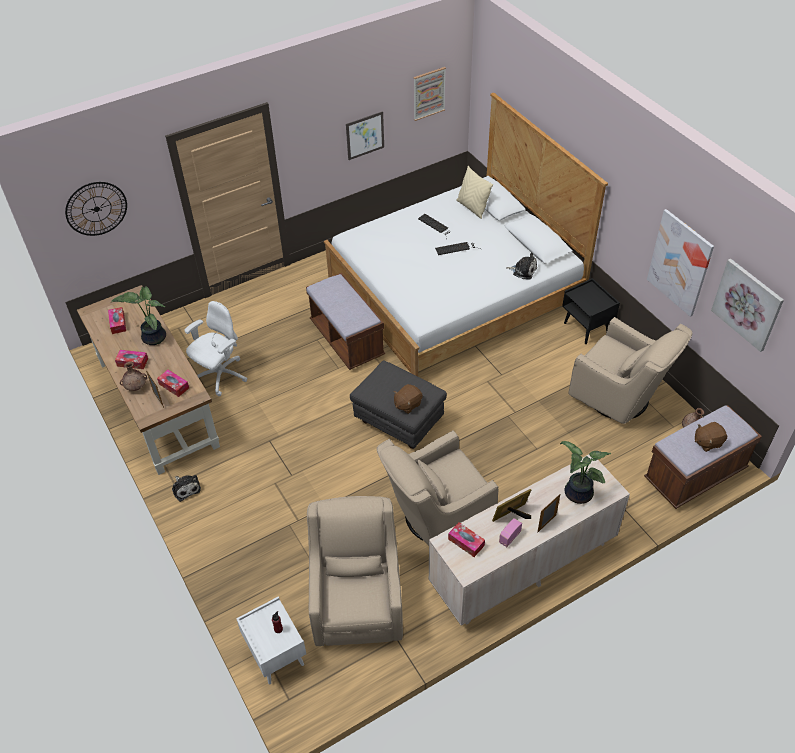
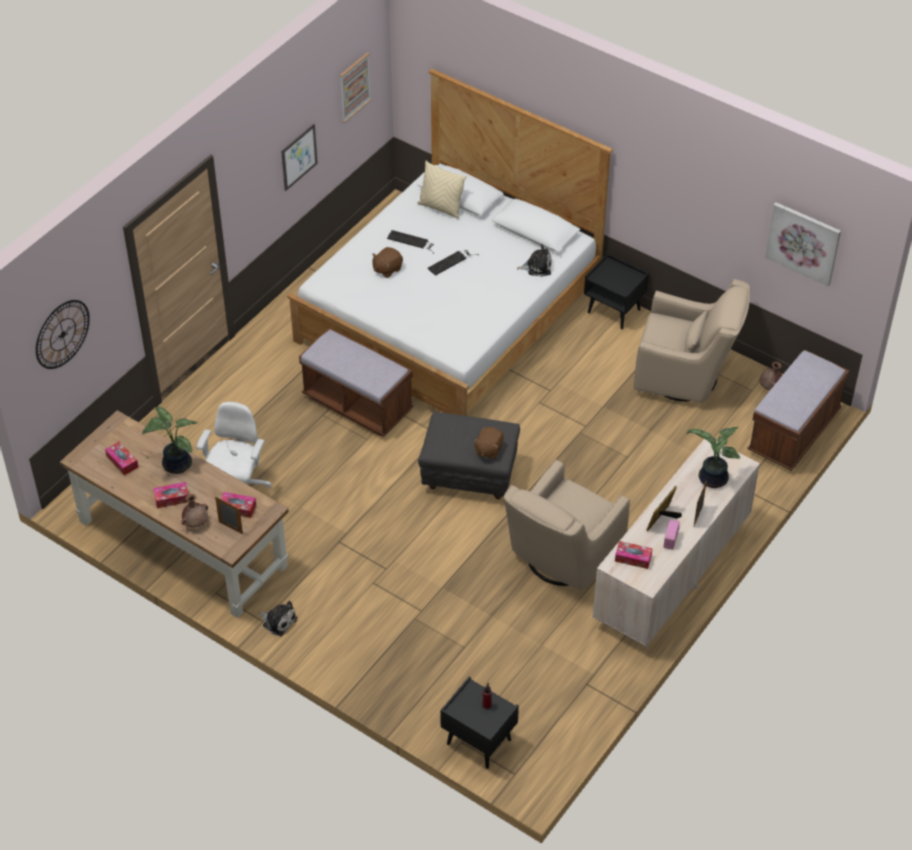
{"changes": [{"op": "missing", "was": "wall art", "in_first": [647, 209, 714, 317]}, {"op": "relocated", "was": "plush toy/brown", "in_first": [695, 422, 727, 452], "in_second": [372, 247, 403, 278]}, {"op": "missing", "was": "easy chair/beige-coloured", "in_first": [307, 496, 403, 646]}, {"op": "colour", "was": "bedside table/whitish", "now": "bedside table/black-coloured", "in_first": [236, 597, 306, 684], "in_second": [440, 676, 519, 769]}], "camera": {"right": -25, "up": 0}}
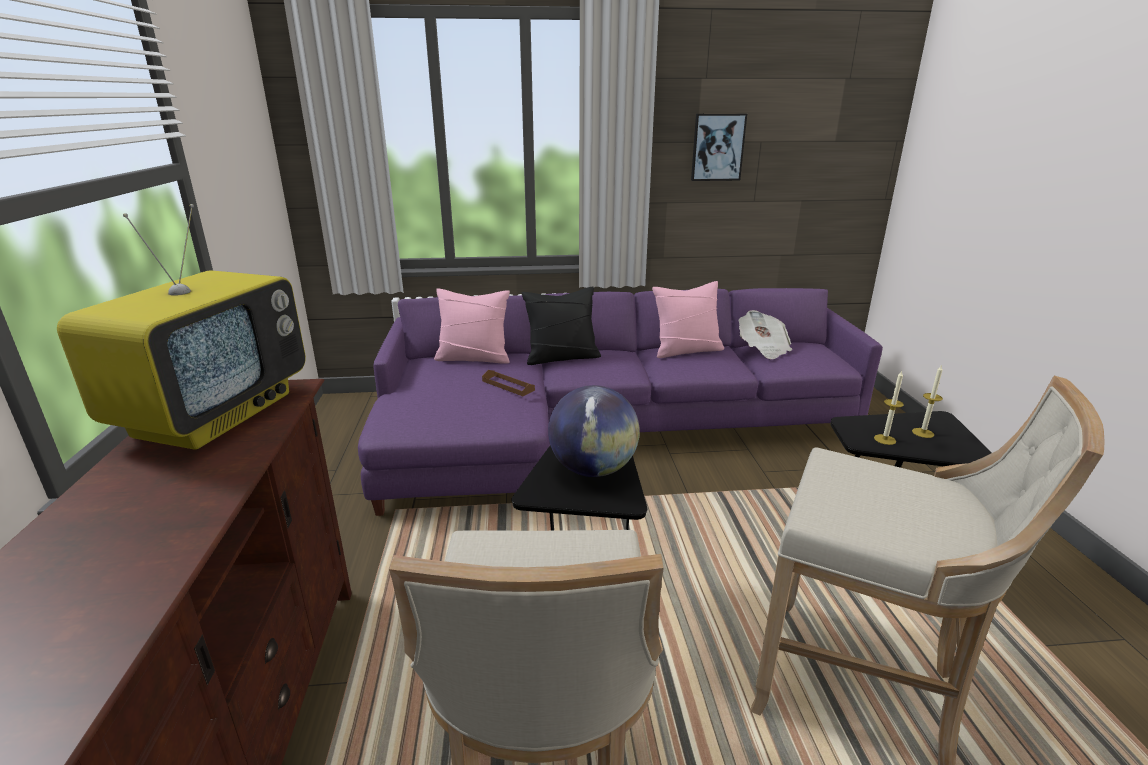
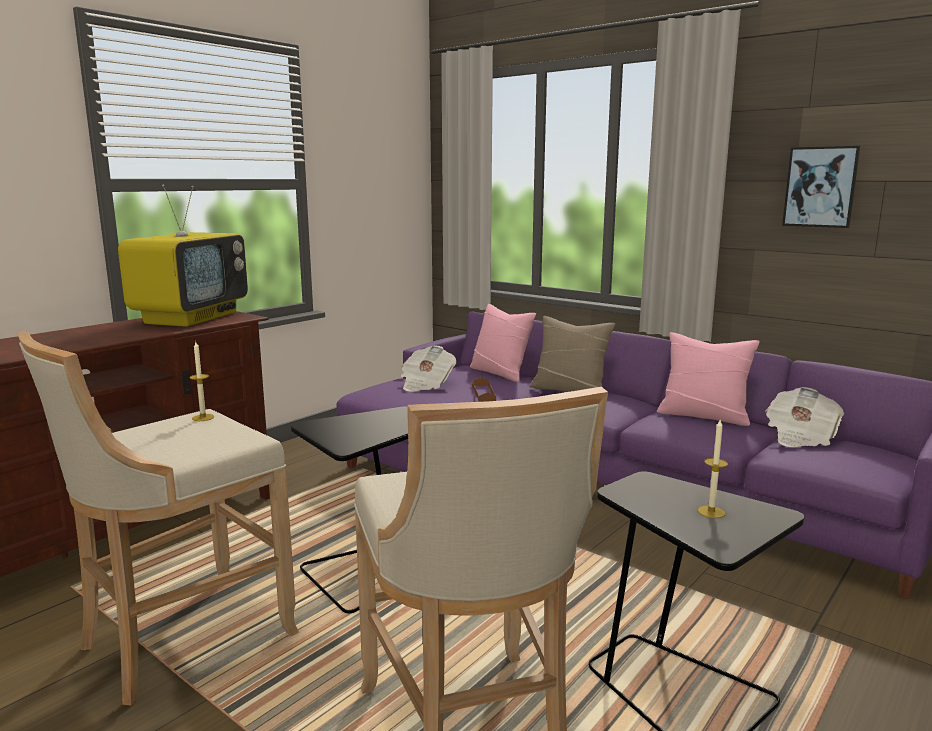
{"changes": [{"op": "spun", "was": "TV set", "in_first": [57, 204, 306, 450], "in_second": [118, 184, 248, 327], "clockwise": -45}, {"op": "colour", "was": "cushion/black-coloured", "now": "cushion/beige-coloured", "in_first": [522, 287, 601, 365], "in_second": [530, 316, 615, 392]}, {"op": "relocated", "was": "wax light", "in_first": [874, 371, 904, 445], "in_second": [190, 342, 214, 421]}, {"op": "missing", "was": "globe", "in_first": [548, 385, 640, 477]}, {"op": "appeared", "now": "daily paper", "in_second": [401, 346, 457, 392]}], "camera": {"right": 45, "up": -10}}
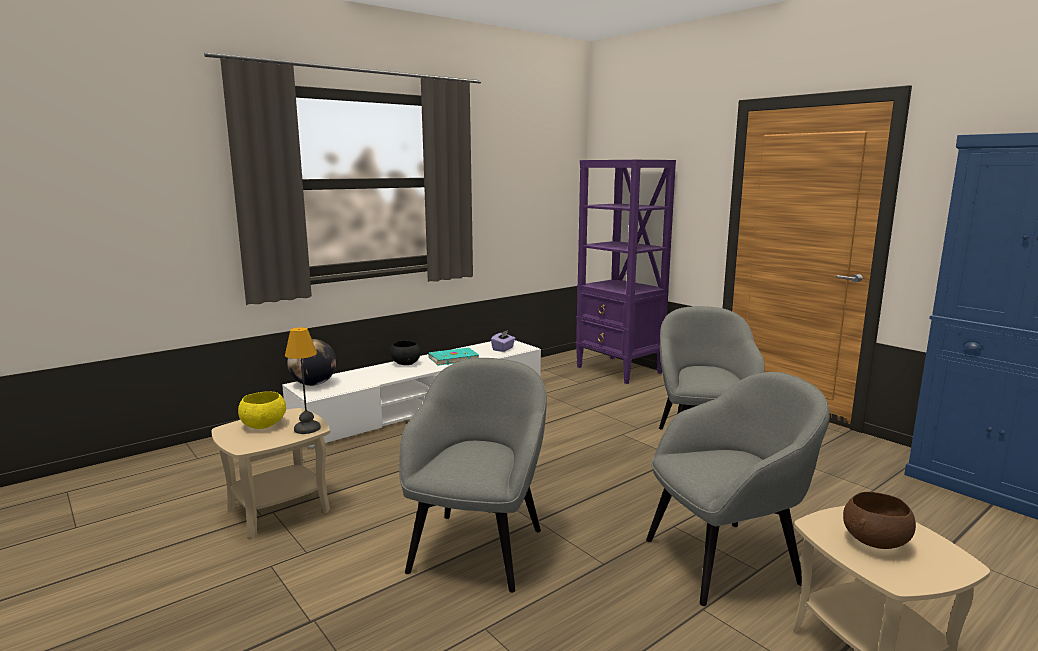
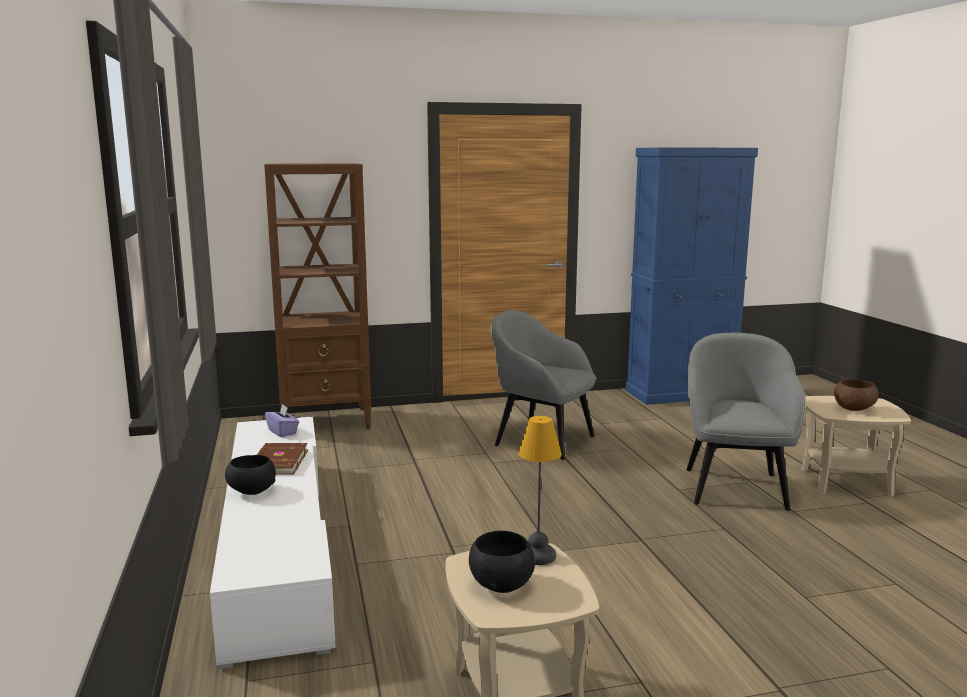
{"changes": [{"op": "colour", "was": "bookshelf/purple-coloured", "now": "bookshelf/brown", "in_first": [576, 160, 676, 384], "in_second": [264, 163, 371, 429]}, {"op": "missing", "was": "globe", "in_first": [287, 339, 336, 386]}, {"op": "colour", "was": "book/turquoise", "now": "book/brown", "in_first": [428, 348, 479, 366], "in_second": [257, 443, 308, 475]}, {"op": "missing", "was": "easy chair/gray", "in_first": [399, 358, 547, 593]}, {"op": "colour", "was": "serving bowl/yellow-coloured", "now": "serving bowl/black-coloured", "in_first": [238, 391, 286, 429], "in_second": [469, 531, 535, 593]}], "camera": {"right": -65, "up": 0}}
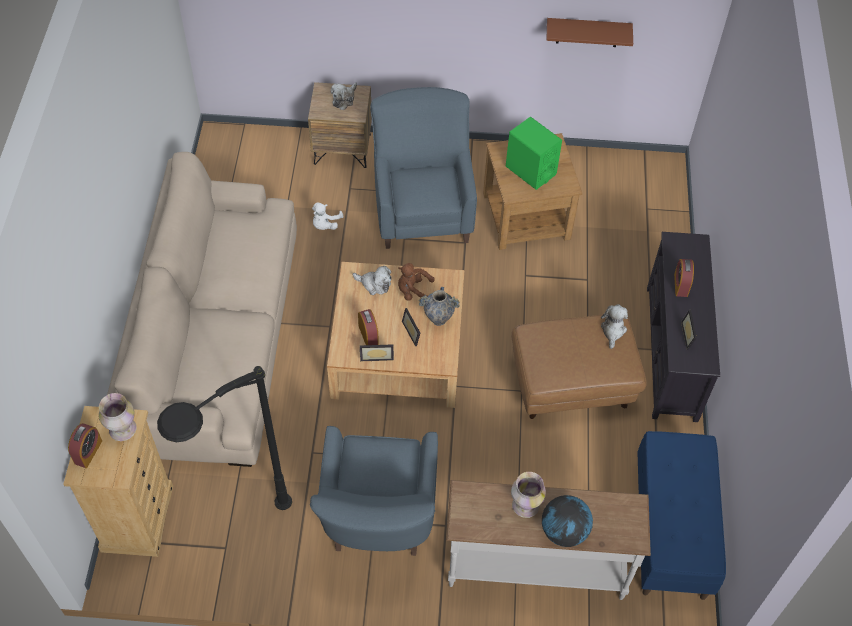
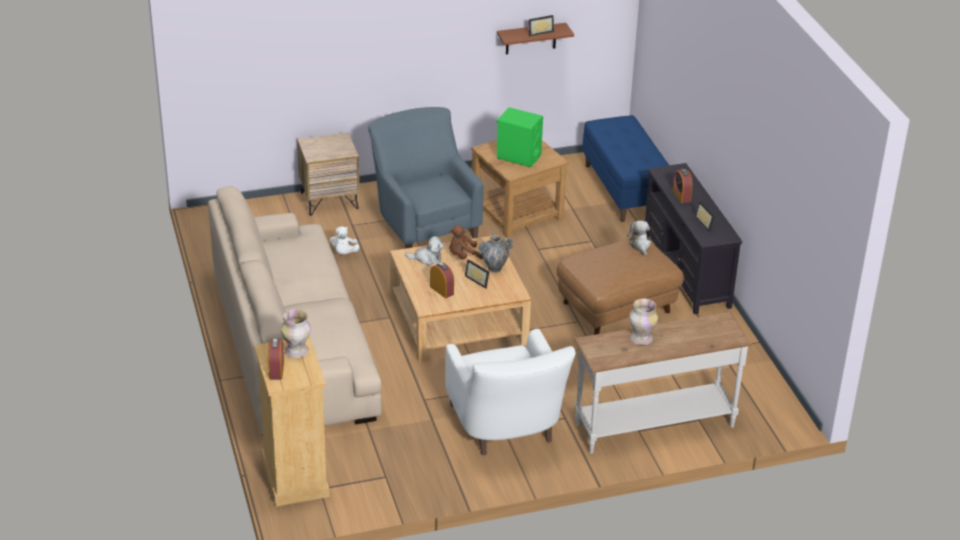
{"changes": [{"op": "missing", "was": "plush toy", "in_first": [331, 83, 357, 110]}, {"op": "relocated", "was": "photo frame", "in_first": [360, 344, 394, 361], "in_second": [529, 15, 554, 36]}, {"op": "missing", "was": "standard lamp/black-coloured", "in_first": [157, 366, 292, 510]}, {"op": "colour", "was": "easy chair/blue", "now": "easy chair/whitish", "in_first": [310, 426, 438, 556], "in_second": [445, 329, 576, 456]}, {"op": "relocated", "was": "long seat/blue", "in_first": [637, 431, 726, 600], "in_second": [582, 115, 669, 222]}, {"op": "missing", "was": "globe", "in_first": [542, 495, 593, 547]}], "camera": {"right": -20, "up": -20}}
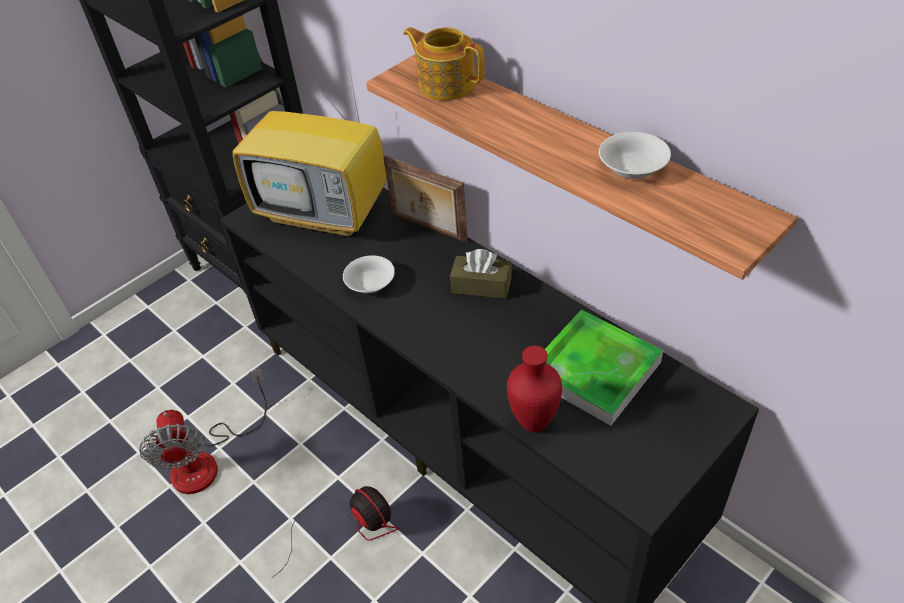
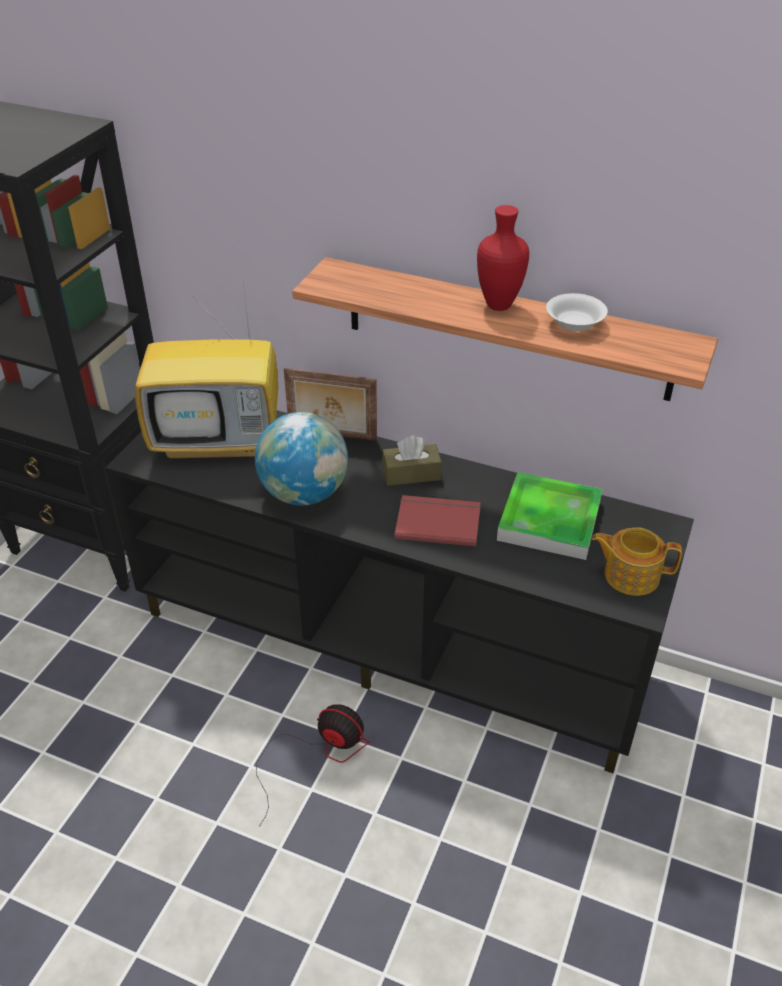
{"changes": [{"op": "relocated", "was": "tea pot", "in_first": [403, 27, 485, 101], "in_second": [592, 527, 682, 596]}, {"op": "exchanged", "was": "serving bowl/whitish", "now": "globe", "in_first": [343, 255, 395, 293], "in_second": [255, 412, 348, 505]}, {"op": "relocated", "was": "flower vase/red", "in_first": [507, 346, 562, 433], "in_second": [477, 205, 529, 311]}, {"op": "missing", "was": "electric fan", "in_first": [139, 369, 267, 494]}, {"op": "appeared", "now": "book/red", "in_second": [395, 495, 481, 547]}], "camera": {"right": -25, "up": -5}}
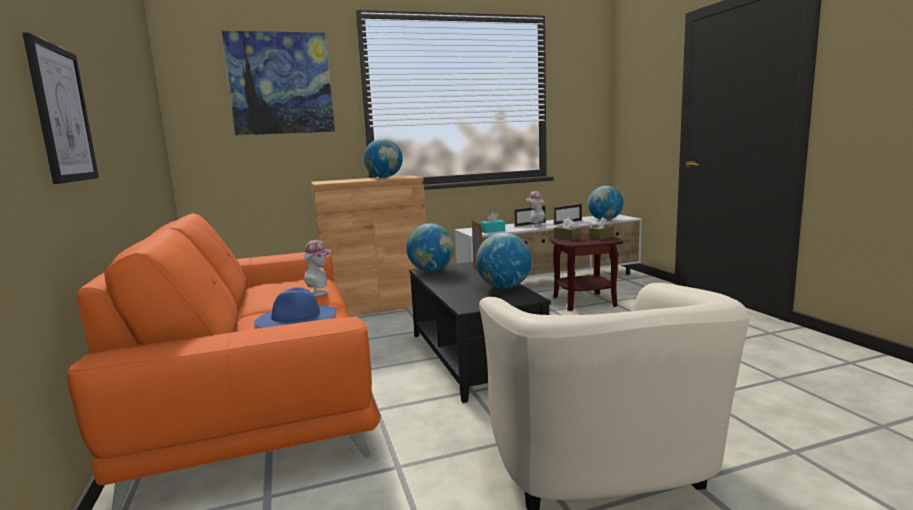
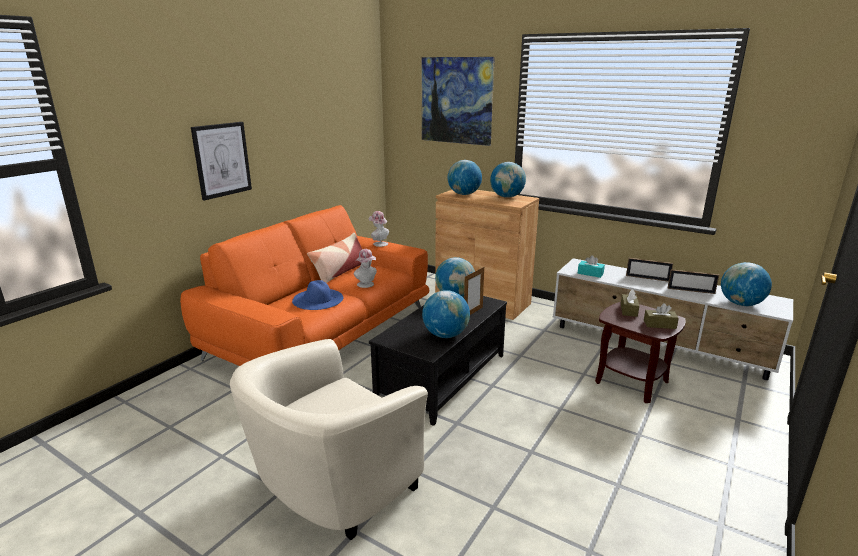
{"changes": [{"op": "relocated", "was": "hat", "in_first": [524, 191, 546, 228], "in_second": [369, 211, 389, 247]}, {"op": "appeared", "now": "globe", "in_second": [447, 160, 482, 195]}, {"op": "appeared", "now": "cushion", "in_second": [307, 233, 362, 283]}], "camera": {"right": 50, "up": 10}}
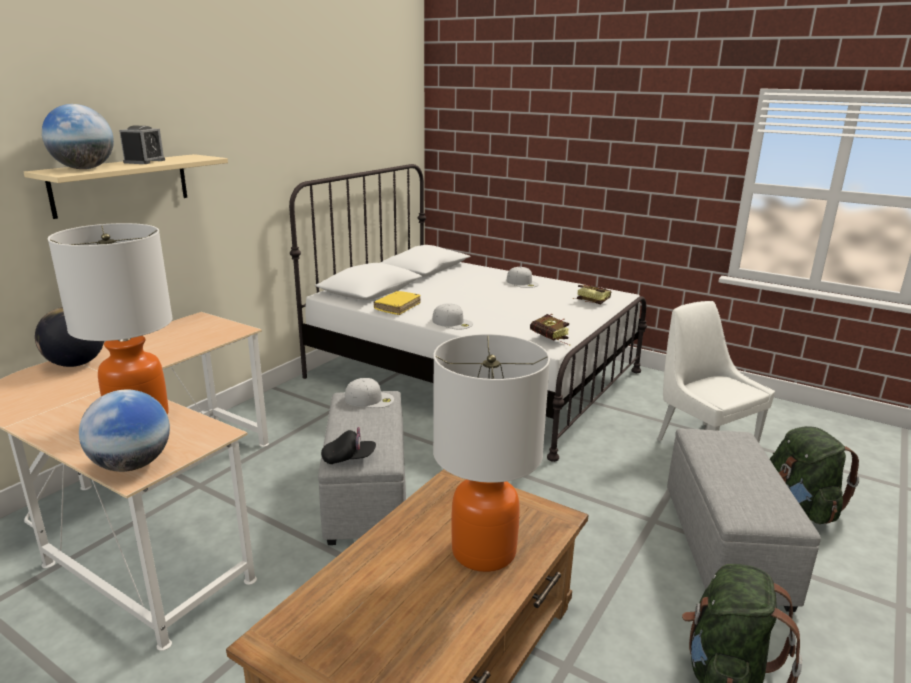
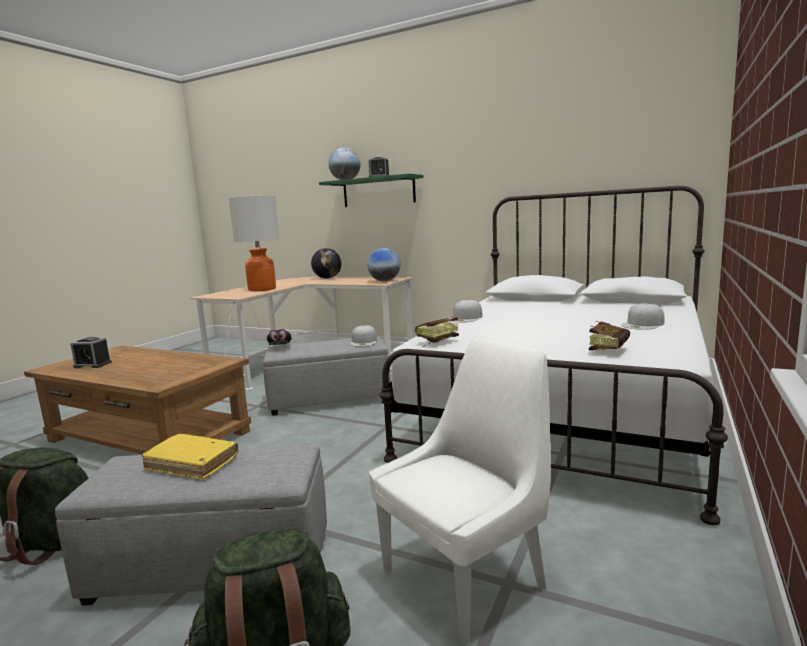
{"changes": [{"op": "colour", "was": "bracket shelf/beige-coloured", "now": "bracket shelf/green", "in_first": [24, 154, 228, 219], "in_second": [319, 173, 424, 207]}, {"op": "relocated", "was": "book/yellow-coloured", "in_first": [374, 291, 421, 315], "in_second": [142, 434, 238, 480]}, {"op": "missing", "was": "tabletop lamp", "in_first": [433, 334, 550, 572]}, {"op": "relocated", "was": "globe", "in_first": [79, 390, 170, 472], "in_second": [367, 248, 400, 281]}, {"op": "appeared", "now": "table clock", "in_second": [70, 337, 112, 368]}], "camera": {"right": 85, "up": -10}}
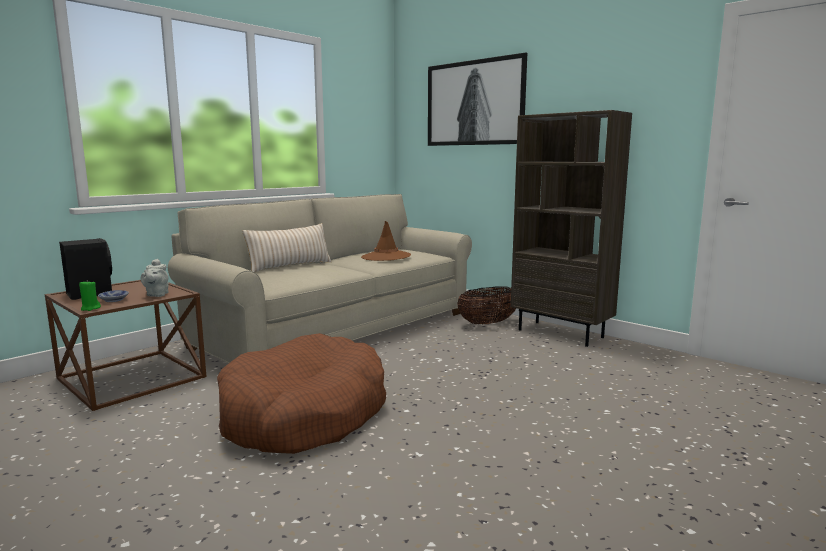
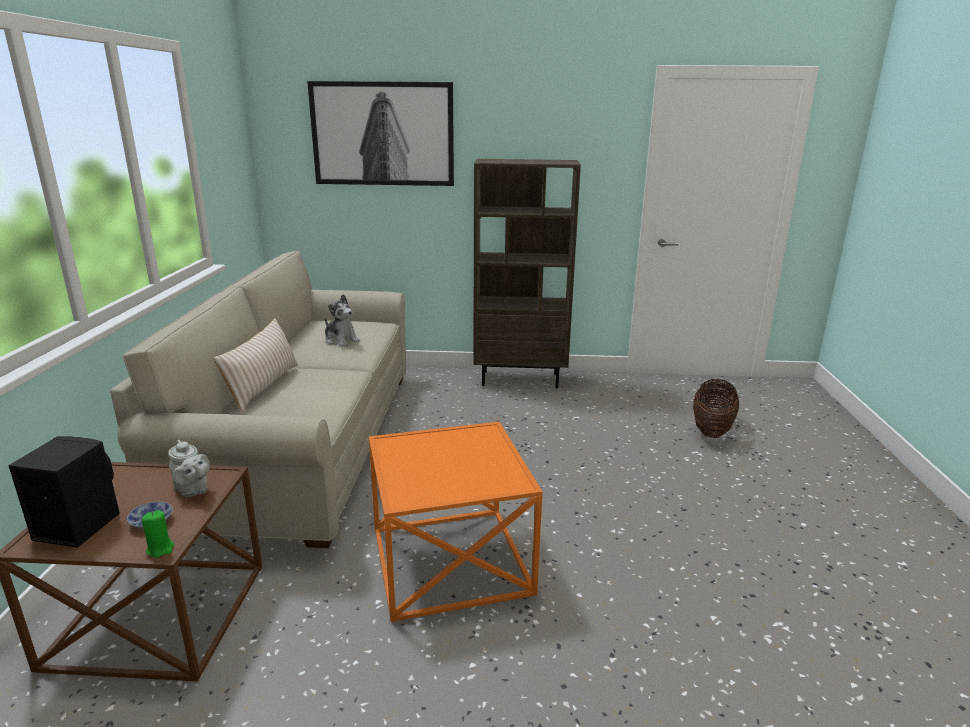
{"changes": [{"op": "exchanged", "was": "hat/brown", "now": "plush toy", "in_first": [361, 221, 411, 261], "in_second": [325, 295, 360, 347]}, {"op": "relocated", "was": "basket", "in_first": [457, 286, 516, 324], "in_second": [693, 379, 739, 438]}, {"op": "exchanged", "was": "dog bed/brown", "now": "end table/orange-coloured", "in_first": [217, 333, 386, 454], "in_second": [369, 422, 542, 622]}], "camera": {"right": -40, "up": 10}}
